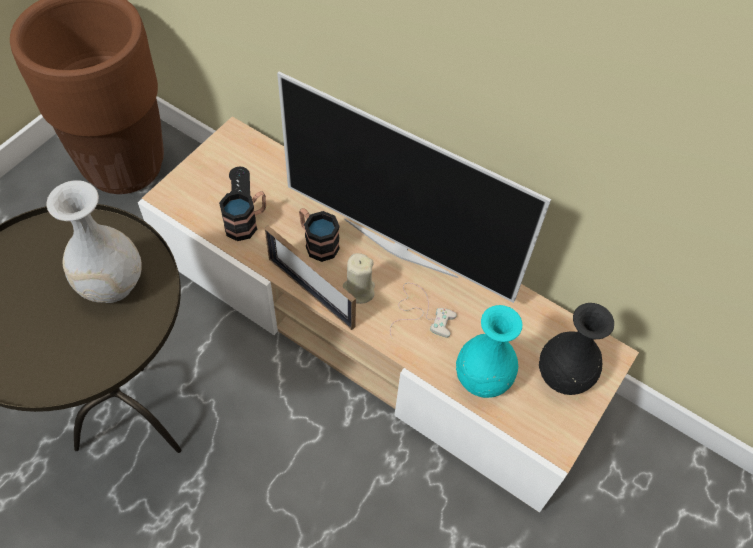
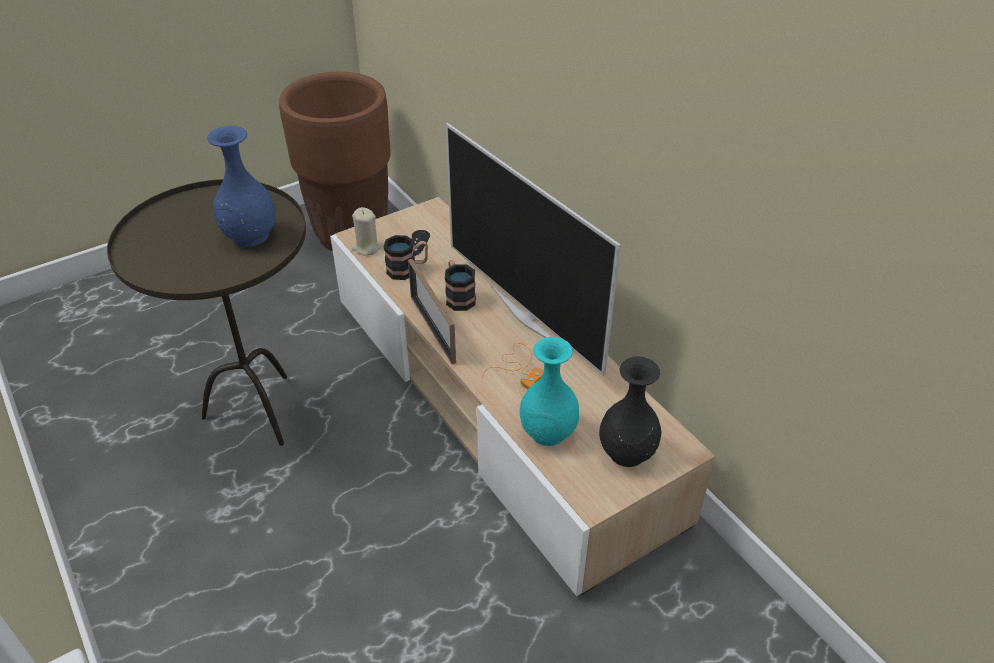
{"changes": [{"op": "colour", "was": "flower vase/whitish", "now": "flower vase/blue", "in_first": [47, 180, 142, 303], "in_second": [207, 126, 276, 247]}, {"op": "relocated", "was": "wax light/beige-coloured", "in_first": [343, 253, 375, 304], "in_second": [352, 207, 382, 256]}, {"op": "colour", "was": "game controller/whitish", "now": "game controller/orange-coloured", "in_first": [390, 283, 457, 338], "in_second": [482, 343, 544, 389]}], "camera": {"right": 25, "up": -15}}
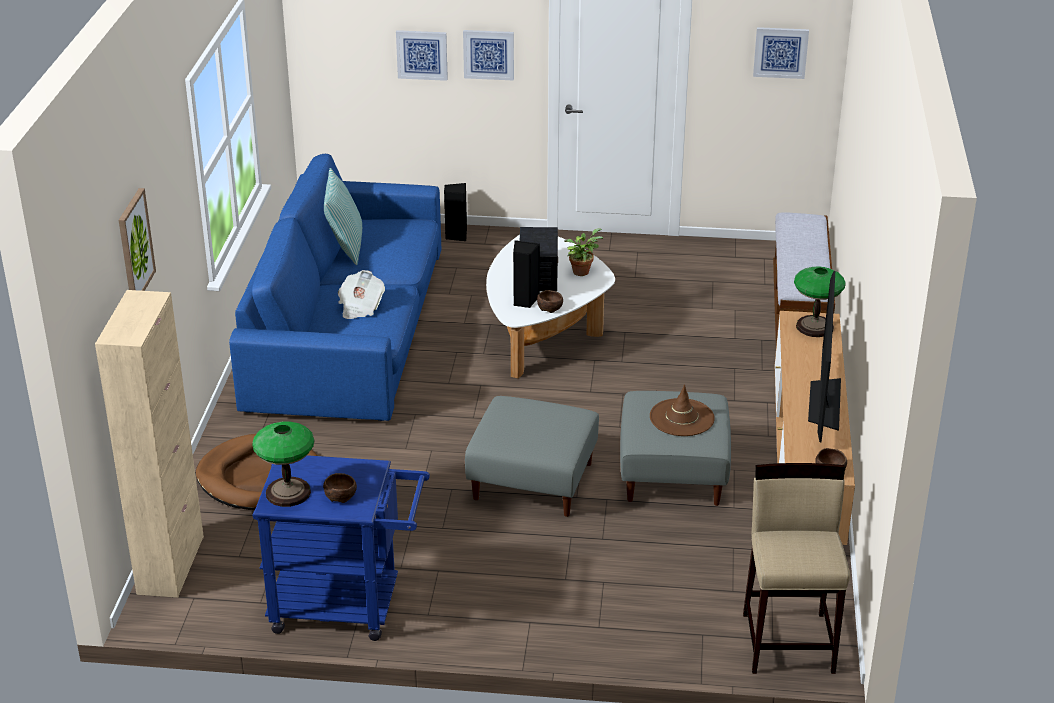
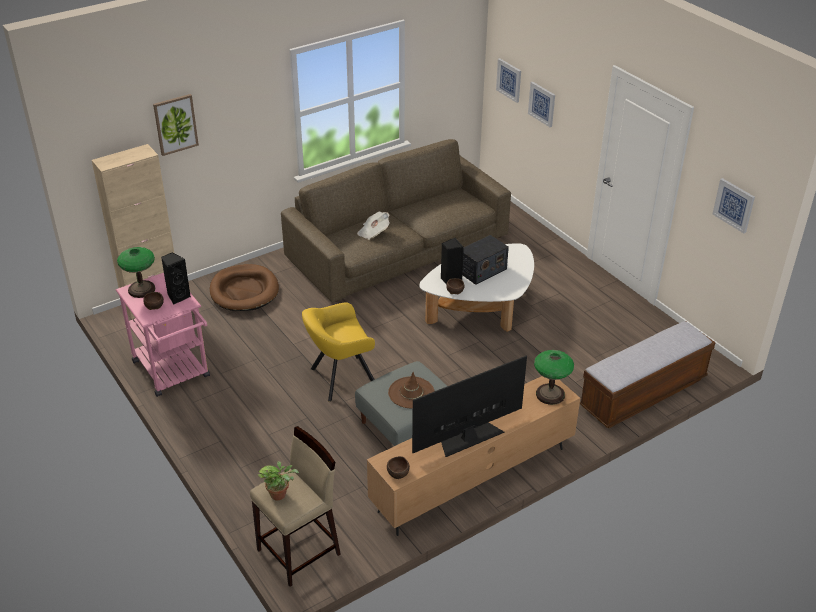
{"changes": [{"op": "relocated", "was": "wall art", "in_first": [463, 30, 514, 81], "in_second": [496, 58, 521, 103]}, {"op": "colour", "was": "sofa/blue", "now": "sofa/brown", "in_first": [229, 154, 441, 421], "in_second": [281, 139, 511, 302]}, {"op": "missing", "was": "cushion", "in_first": [324, 168, 362, 265]}, {"op": "relocated", "was": "audio speaker/black-coloured", "in_first": [444, 183, 467, 241], "in_second": [161, 252, 191, 304]}, {"op": "relocated", "was": "potted plant", "in_first": [564, 228, 603, 276], "in_second": [258, 461, 299, 501]}, {"op": "exchanged", "was": "ottoman/gray", "now": "easy chair/yellow-coloured", "in_first": [465, 396, 599, 517], "in_second": [302, 302, 375, 402]}, {"op": "colour", "was": "wheeled cart/blue", "now": "wheeled cart/pinkish", "in_first": [252, 455, 430, 641], "in_second": [116, 273, 210, 397]}], "camera": {"right": 50, "up": 5}}
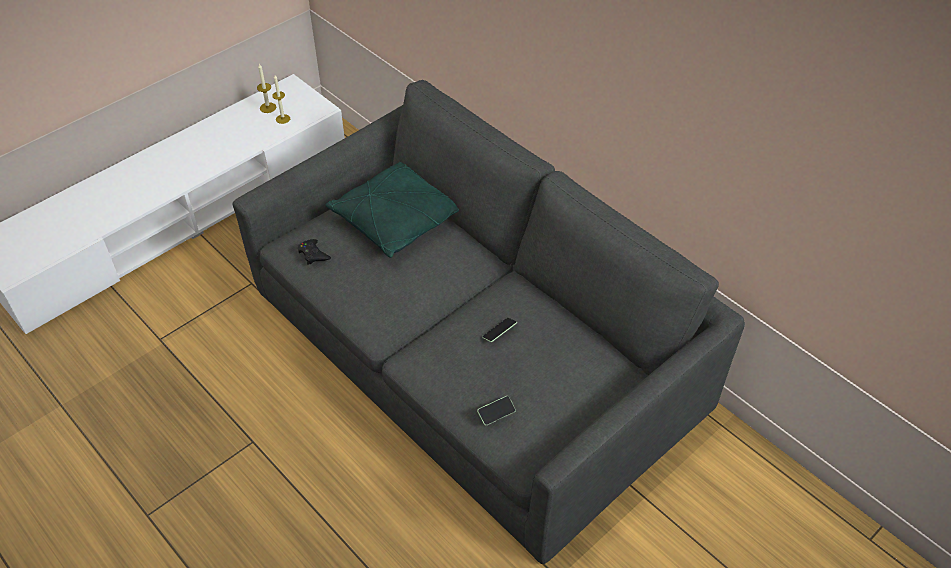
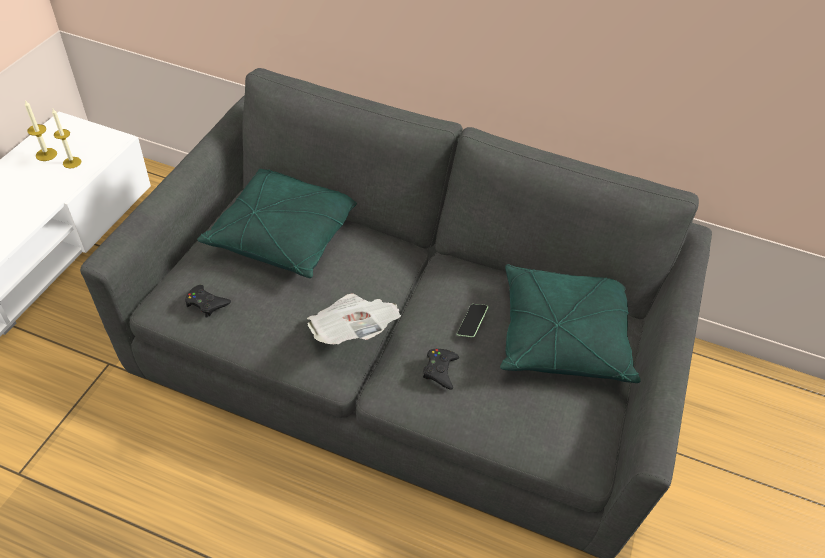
{"changes": [{"op": "missing", "was": "handset", "in_first": [477, 396, 516, 426]}, {"op": "appeared", "now": "cushion/green", "in_second": [500, 264, 641, 383]}, {"op": "appeared", "now": "daily paper", "in_second": [307, 294, 401, 344]}, {"op": "appeared", "now": "game controller/black-coloured", "in_second": [423, 349, 459, 389]}], "camera": {"right": -30, "up": 0}}
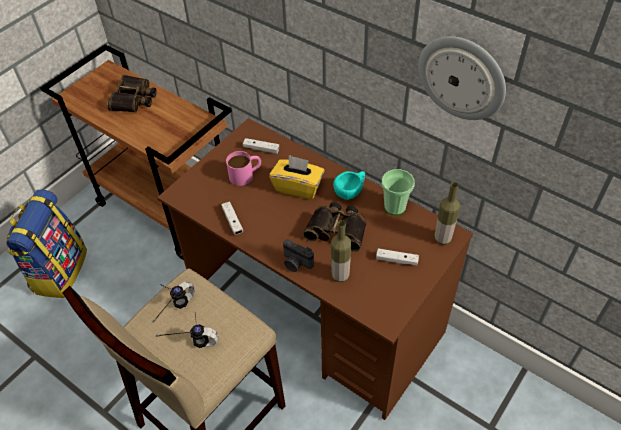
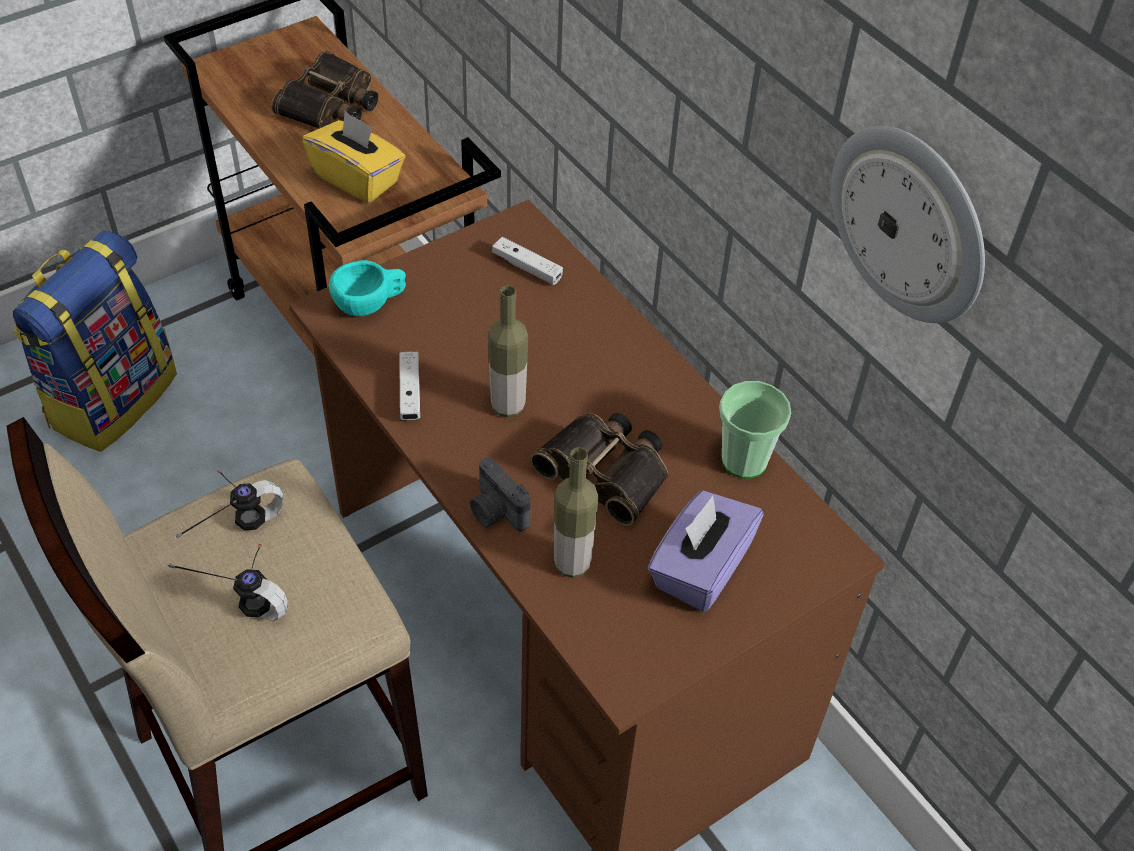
{"changes": [{"op": "missing", "was": "coffee mug/pinkish", "in_first": [226, 151, 261, 186]}, {"op": "relocated", "was": "box of tissues/yellow-coloured", "in_first": [269, 155, 325, 199], "in_second": [302, 111, 406, 203]}, {"op": "relocated", "was": "small cup/turquoise", "in_first": [333, 171, 365, 200], "in_second": [329, 260, 406, 316]}, {"op": "relocated", "was": "bottle", "in_first": [434, 182, 460, 245], "in_second": [488, 285, 528, 418]}, {"op": "exchanged", "was": "game controller/whitish", "now": "box of tissues/purple-coloured", "in_first": [376, 248, 419, 265], "in_second": [648, 491, 764, 612]}], "camera": {"right": 15, "up": 0}}
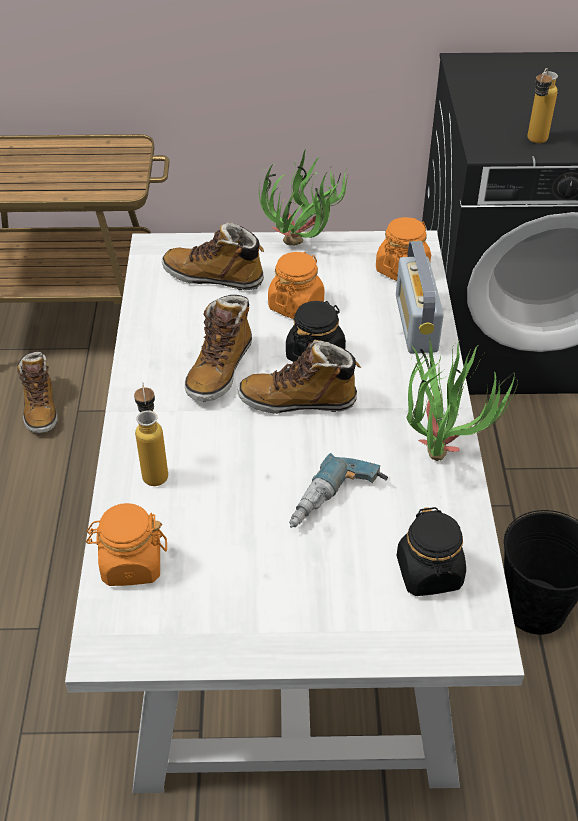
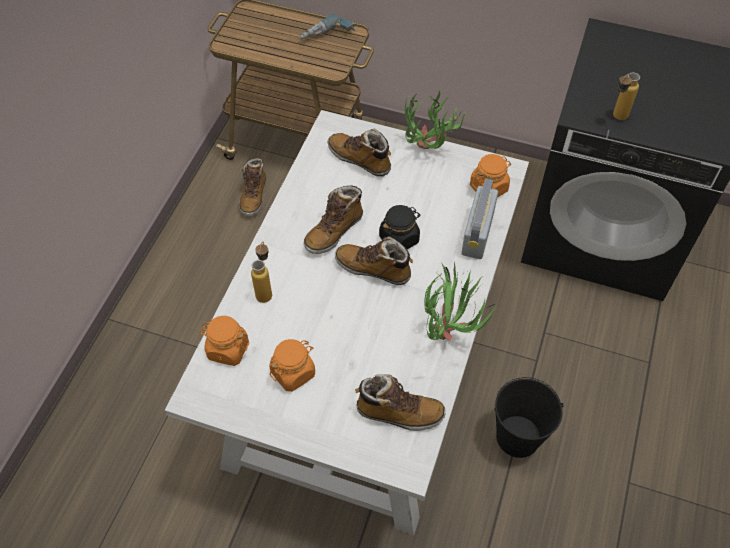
{"changes": [{"op": "relocated", "was": "jar/orange-coloured", "in_first": [268, 252, 324, 319], "in_second": [269, 339, 315, 392]}, {"op": "relocated", "was": "drill", "in_first": [289, 453, 388, 528], "in_second": [299, 14, 355, 40]}, {"op": "exchanged", "was": "jar/black-coloured", "now": "boot", "in_first": [396, 507, 466, 596], "in_second": [355, 374, 446, 431]}], "camera": {"right": 20, "up": 10}}
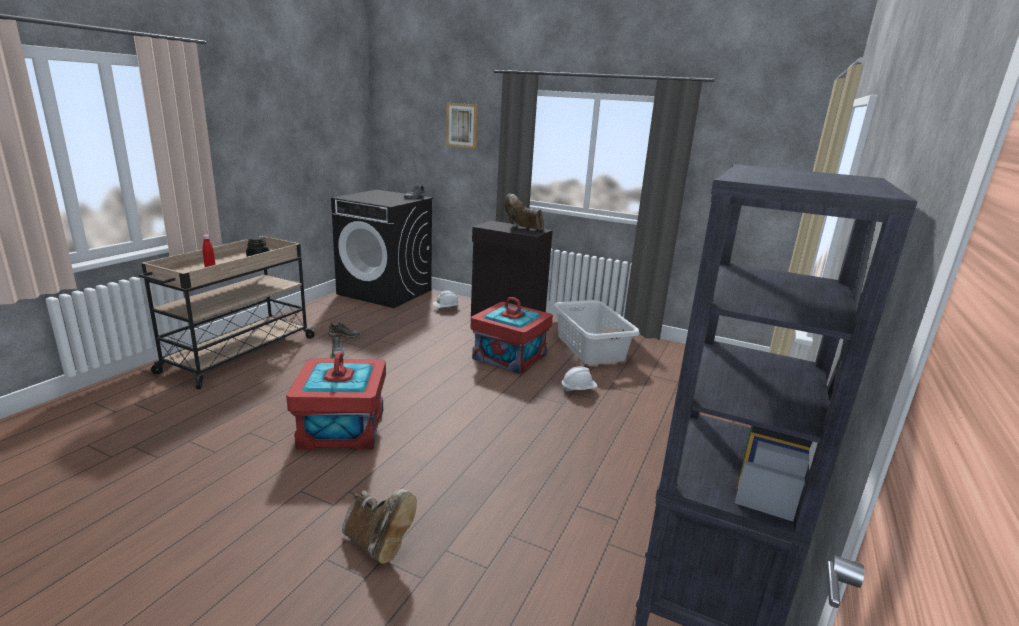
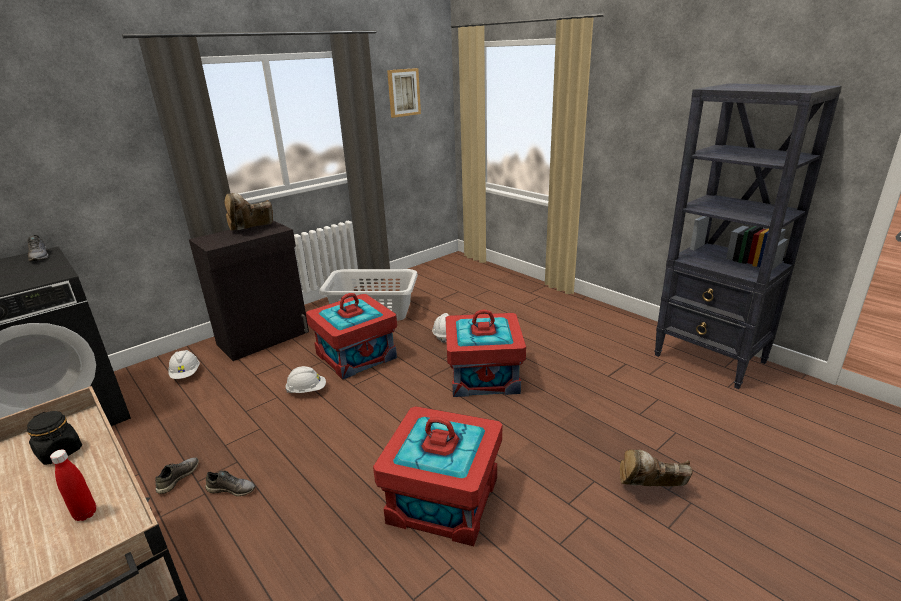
{"changes": [{"op": "relocated", "was": "wall art", "in_first": [446, 103, 478, 149], "in_second": [387, 68, 421, 118]}, {"op": "spun", "was": "boot/brown", "in_first": [342, 489, 417, 564], "in_second": [620, 450, 693, 486], "clockwise": -150}, {"op": "appeared", "now": "storage bin/red", "in_second": [445, 310, 526, 397]}, {"op": "appeared", "now": "hard hat/whitish", "in_second": [285, 366, 326, 393]}], "camera": {"right": -65, "up": 5}}
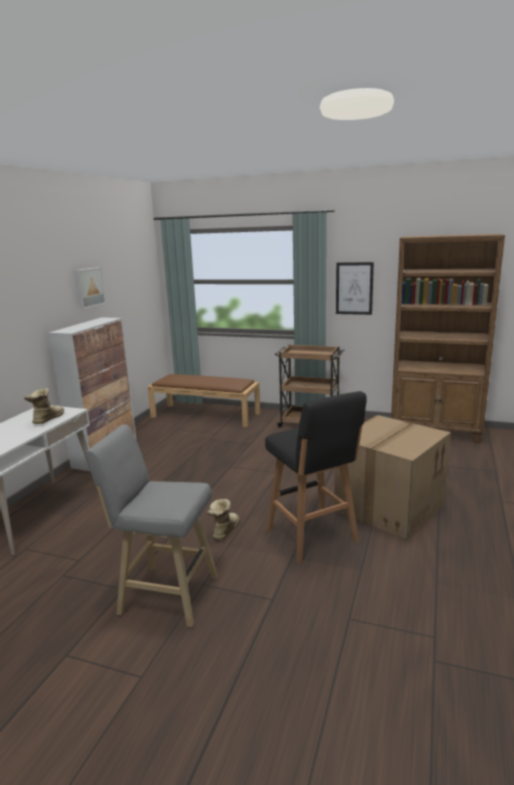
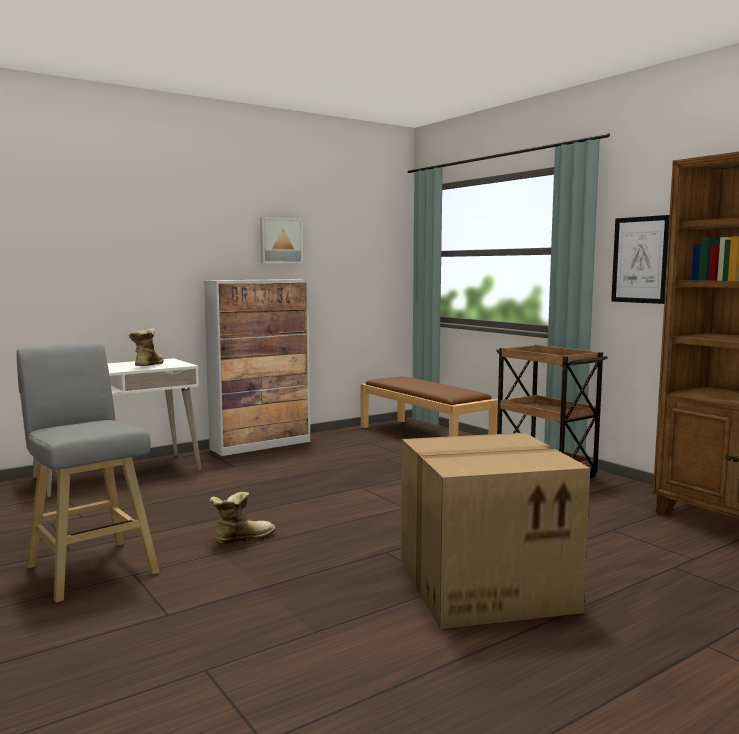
{"changes": [{"op": "spun", "was": "boot", "in_first": [24, 388, 64, 424], "in_second": [129, 329, 164, 366], "clockwise": -45}, {"op": "missing", "was": "sitting stool/black-coloured", "in_first": [265, 391, 367, 563]}], "camera": {"right": 35, "up": -10}}
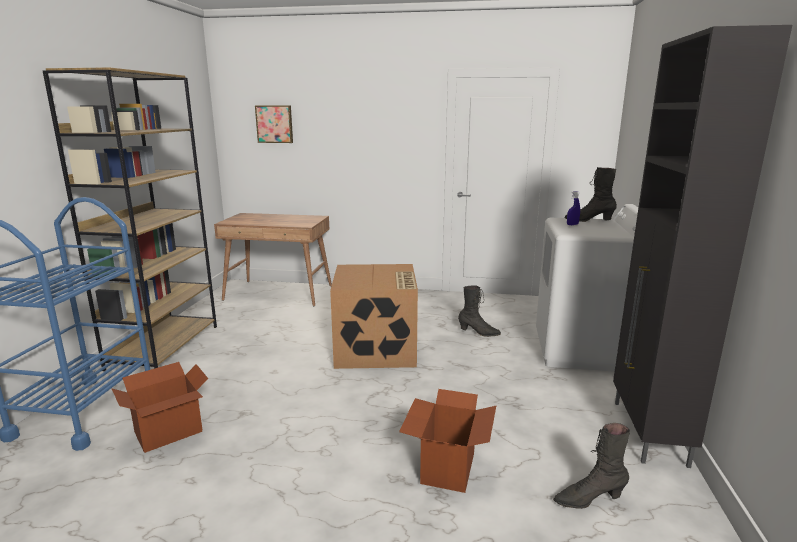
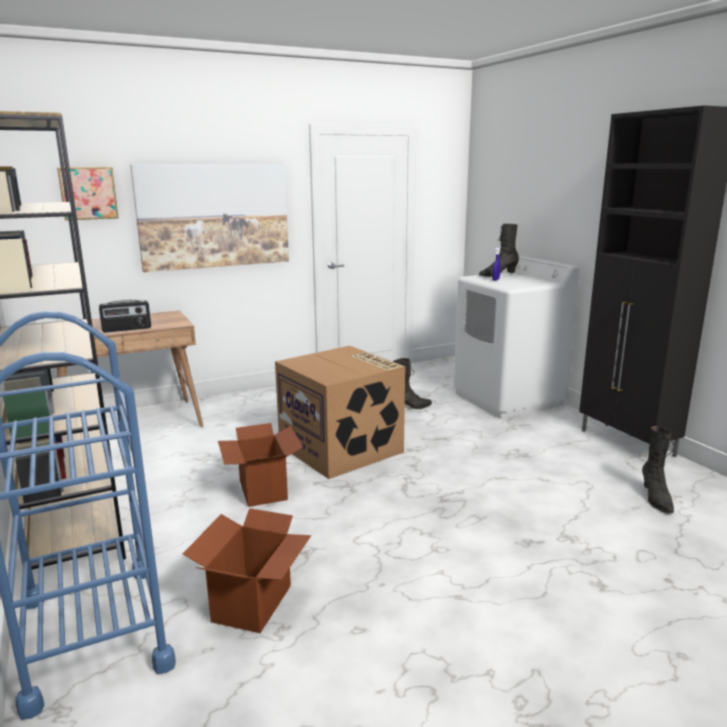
{"changes": [{"op": "relocated", "was": "packing box", "in_first": [399, 389, 496, 493], "in_second": [218, 423, 303, 507]}, {"op": "spun", "was": "boot/black-coloured", "in_first": [553, 423, 630, 509], "in_second": [642, 426, 674, 514], "clockwise": -45}, {"op": "appeared", "now": "wall art", "in_second": [130, 164, 289, 272]}, {"op": "appeared", "now": "radio", "in_second": [99, 300, 151, 333]}], "camera": {"right": -35, "up": 0}}
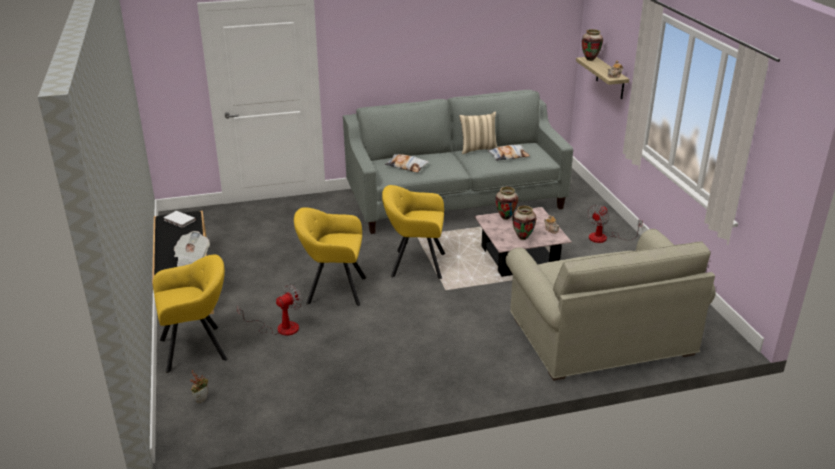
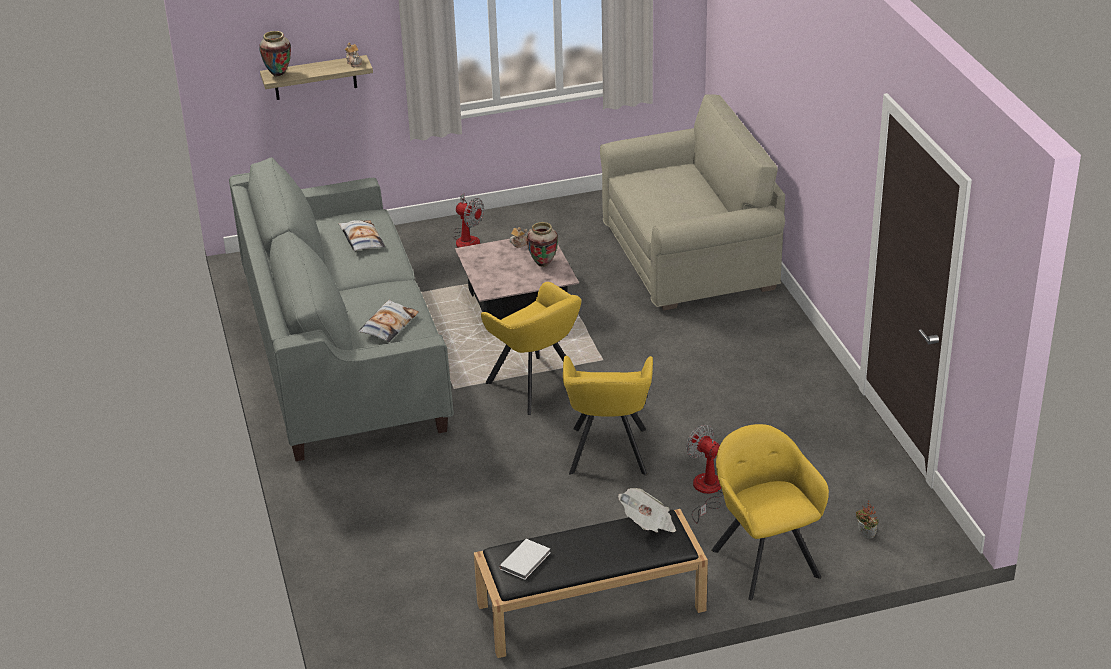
{"changes": [{"op": "missing", "was": "cushion/beige-coloured", "in_first": [459, 111, 498, 154]}, {"op": "spun", "was": "easy chair/yellow-coloured", "in_first": [382, 185, 445, 279], "in_second": [481, 282, 581, 415], "clockwise": -45}, {"op": "missing", "was": "flower vase", "in_first": [496, 187, 519, 220]}], "camera": {"right": -90, "up": 5}}
